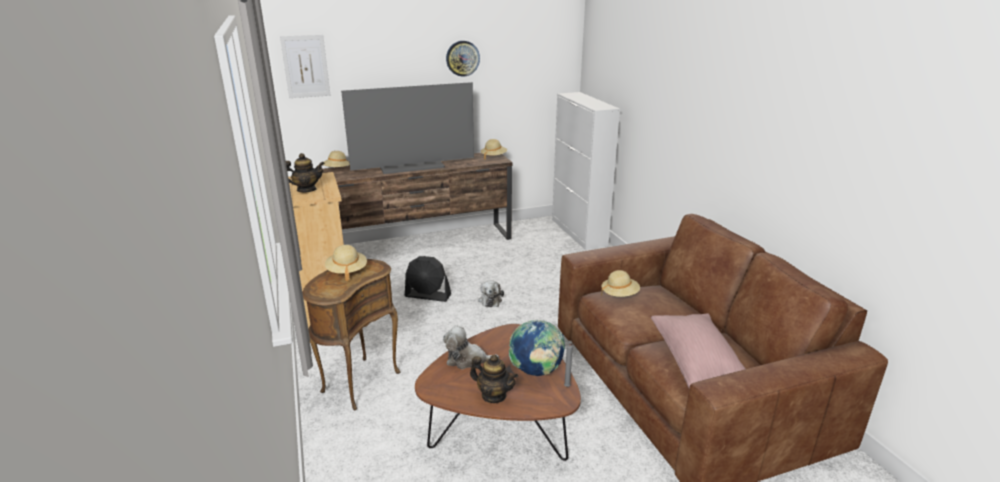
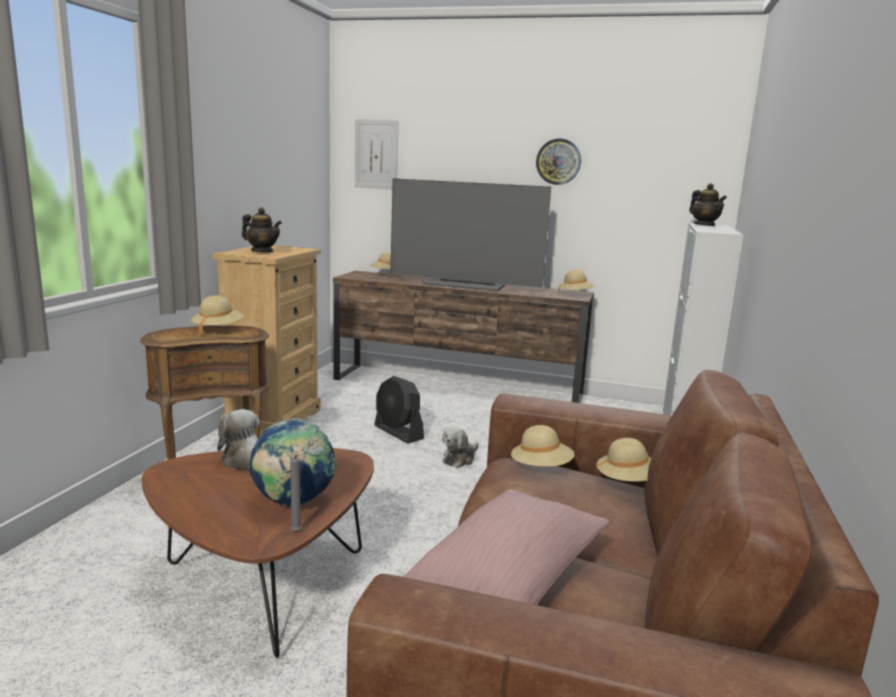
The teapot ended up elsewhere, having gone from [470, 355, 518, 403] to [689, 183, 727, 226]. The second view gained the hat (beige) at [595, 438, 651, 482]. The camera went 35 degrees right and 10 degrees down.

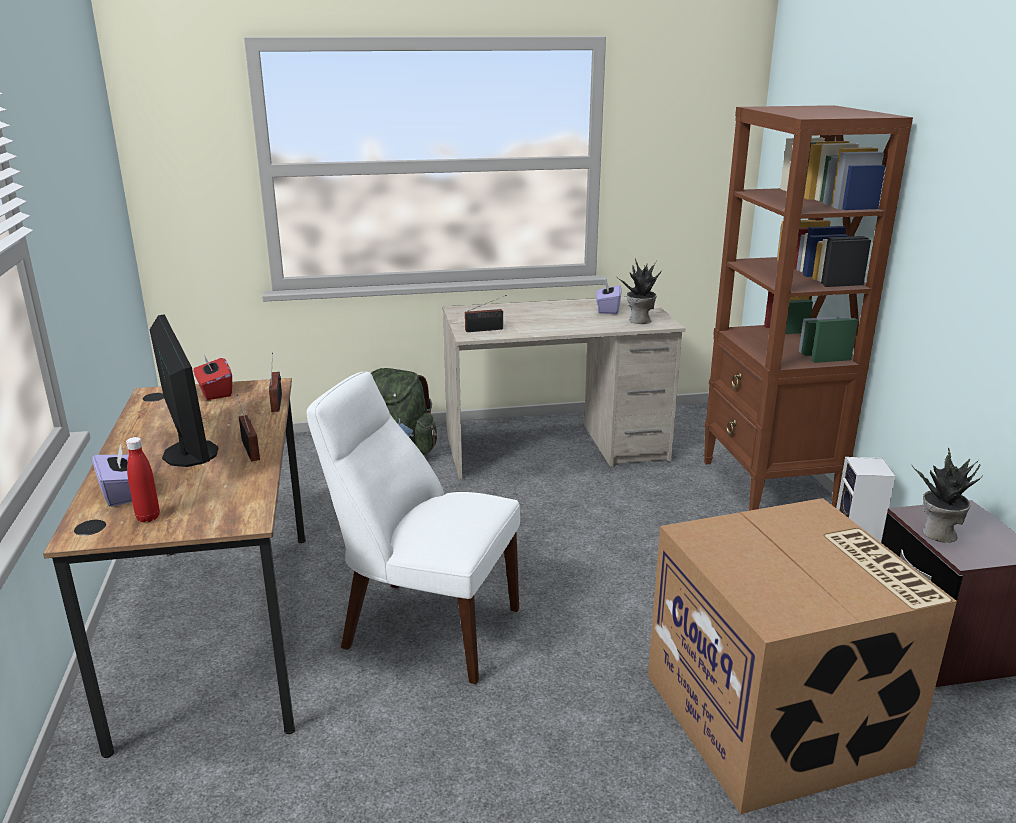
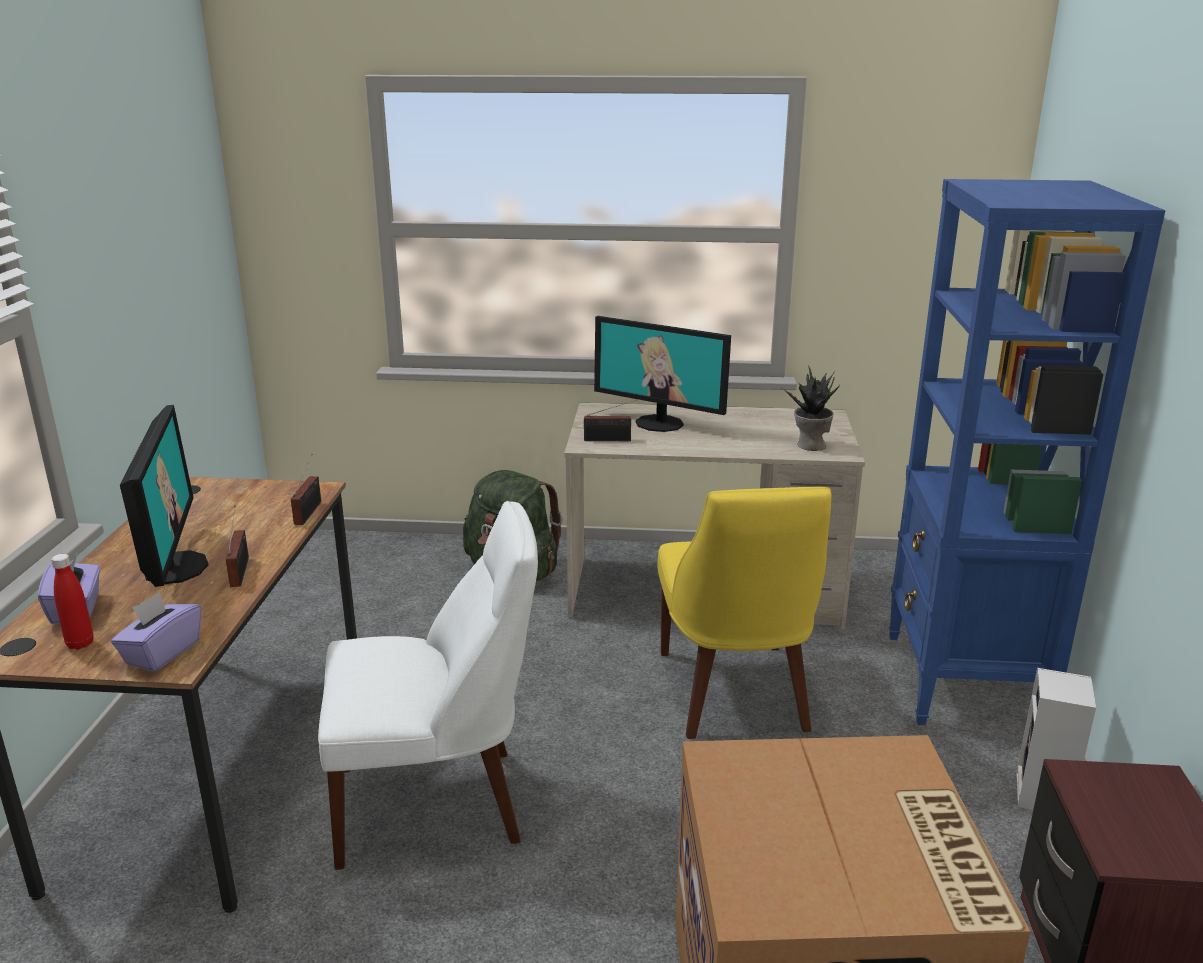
The second view lost the tissue box (red) at [193, 355, 232, 400]. The chair (white) at [307, 371, 520, 684] ended up facing another way, 135 degrees clockwise from before. The tissue box (purple) ended up elsewhere, having gone from [596, 279, 622, 314] to [111, 592, 201, 672]. What was the bookcase (brown) at [703, 105, 913, 511] turned into the bookcase (blue) at [889, 179, 1166, 725]. The second view lost the potted plant at [911, 448, 981, 543]. The second view gained the monitor at [594, 316, 731, 432]. The second view gained the chair (yellow) at [657, 487, 831, 739]. The camera went 15 degrees right and 0 degrees up.

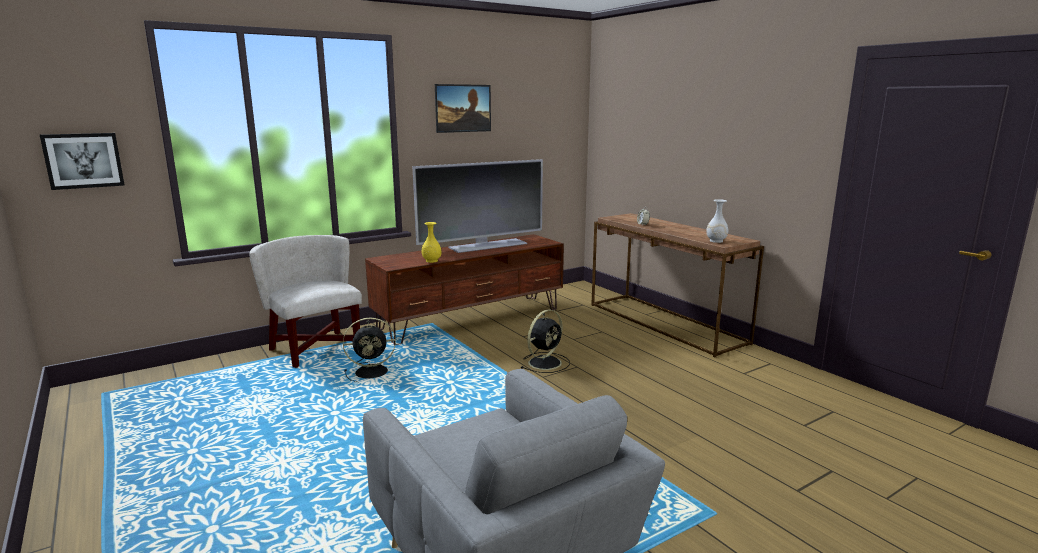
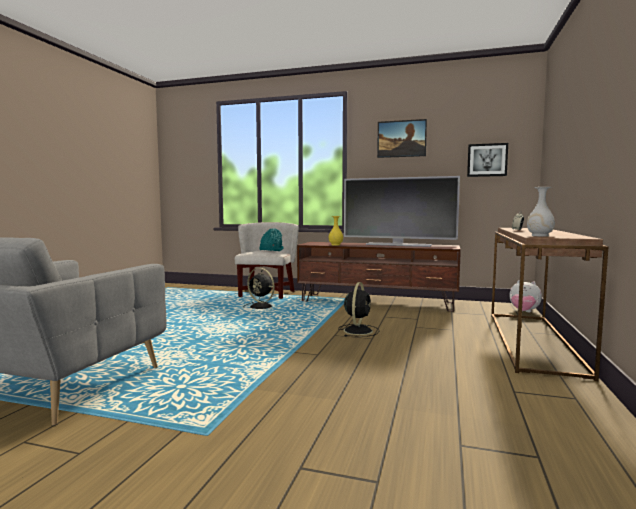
The picture ended up elsewhere, having gone from [40, 133, 125, 190] to [467, 143, 508, 177]. The fan (black) at [521, 309, 570, 373] ended up facing another way, 75 degrees counterclockwise from before. The second view gained the hat (turquoise) at [259, 228, 283, 251]. The second view gained the plush toy at [510, 280, 542, 312]. The camera went 50 degrees right and 10 degrees down.

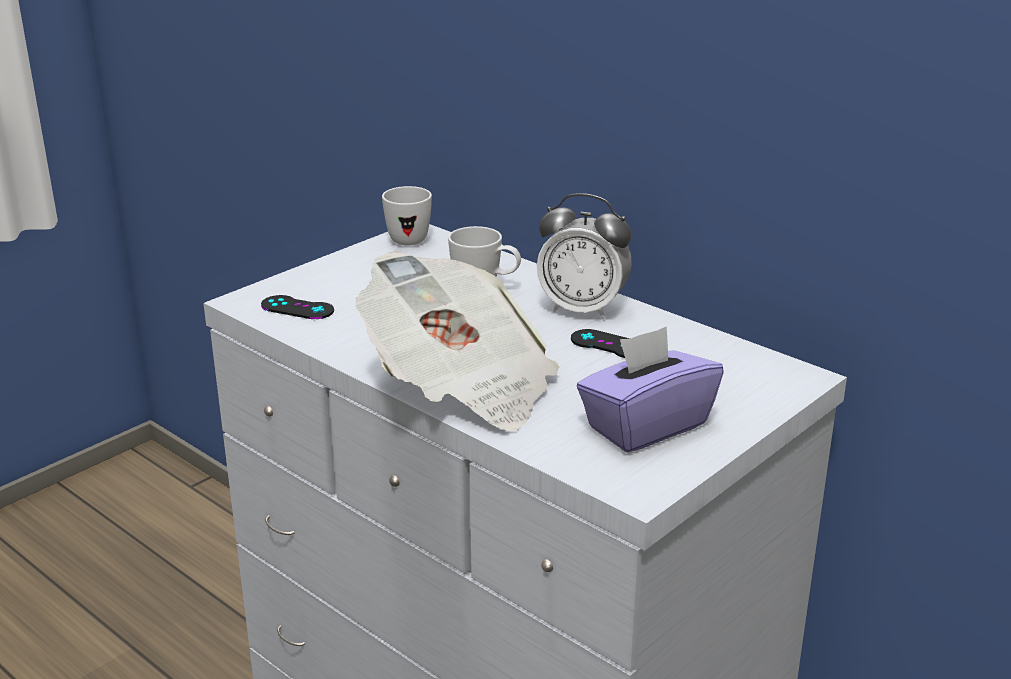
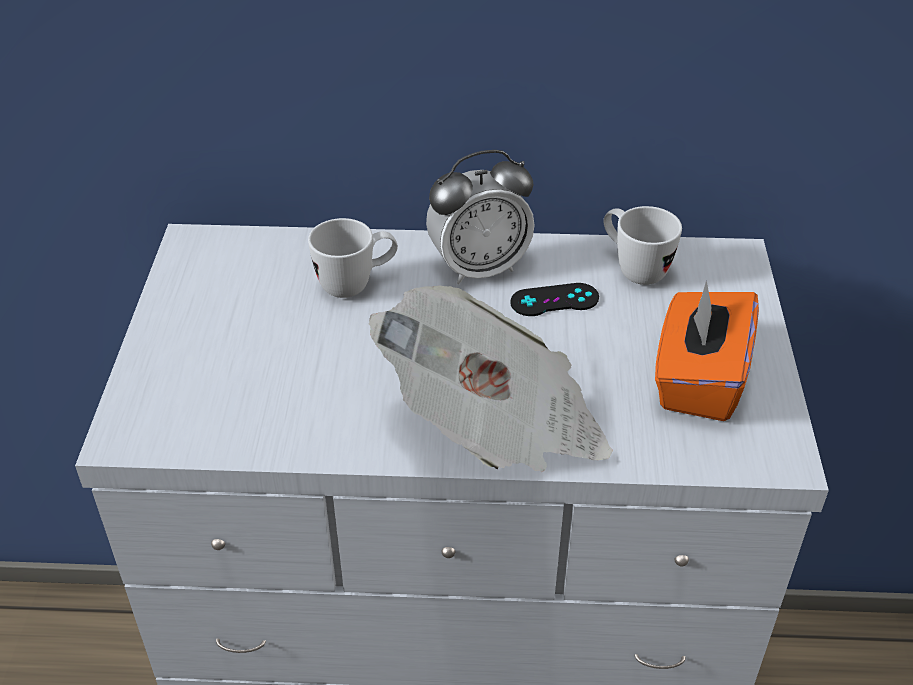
The second view lost the game controller (black) at [261, 295, 334, 319]. The mug (white) ended up elsewhere, having gone from [382, 186, 432, 245] to [604, 206, 682, 285]. What was the tissue box (purple) at [577, 326, 724, 453] turned into the tissue box (orange) at [655, 280, 759, 421]. The camera went 40 degrees left and 15 degrees up.

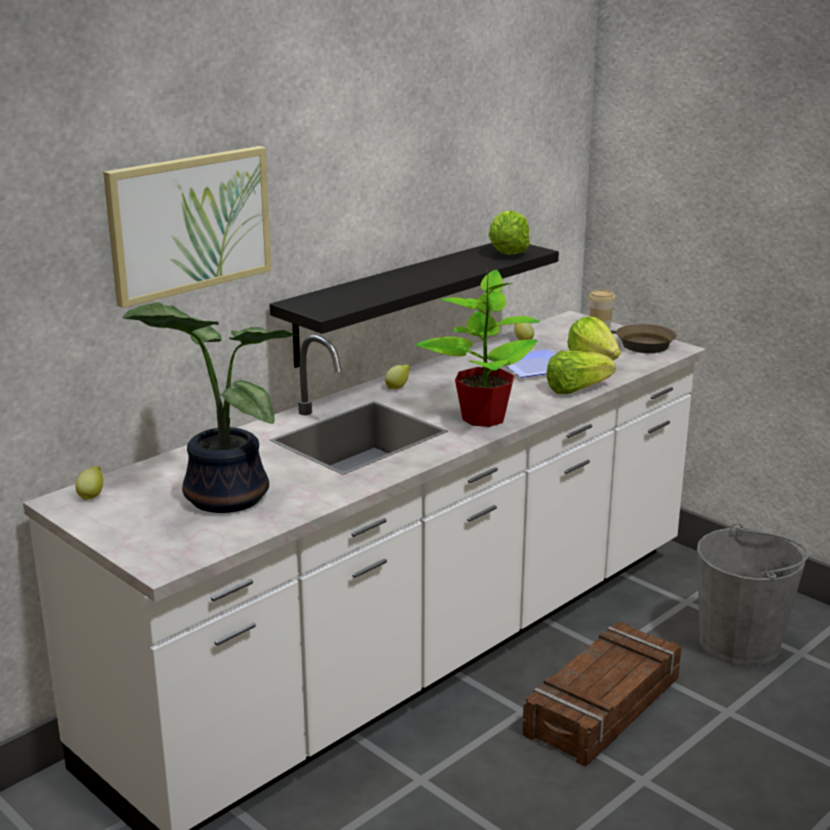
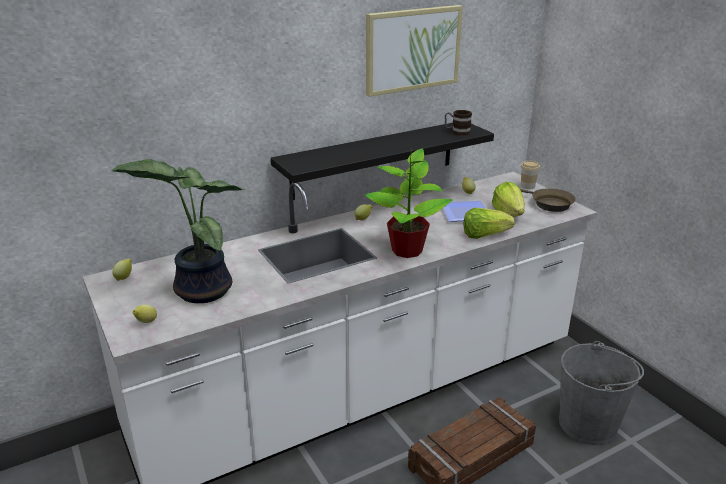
The picture ended up elsewhere, having gone from [103, 146, 271, 308] to [366, 5, 463, 97]. Where the lettuce stood at [488, 211, 530, 255], the mug came to stand at [445, 110, 472, 136]. The second view gained the lemon at [132, 304, 157, 323]. The camera went 15 degrees right and 5 degrees up.

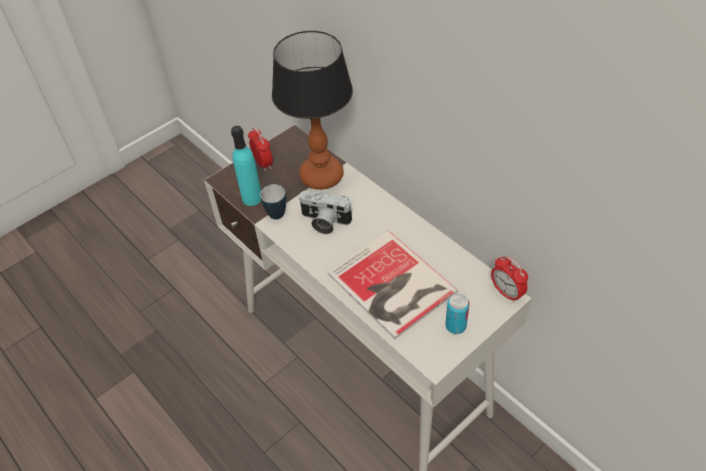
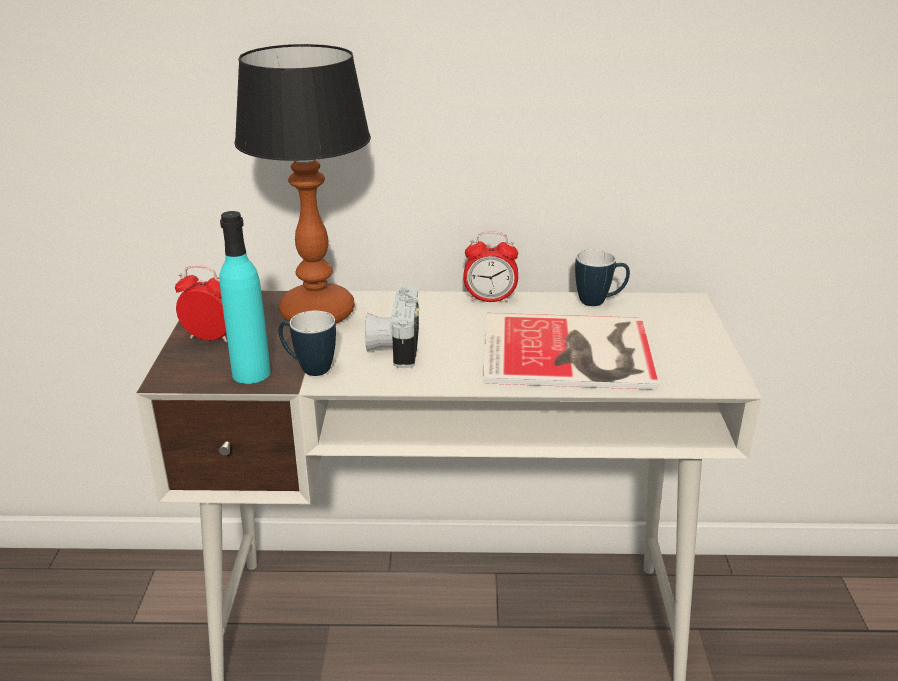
The photo camera at [299, 191, 353, 234] ended up facing another way, 120 degrees clockwise from before. The second view lost the can at [445, 294, 469, 334]. The alarm clock ended up elsewhere, having gone from [491, 256, 528, 303] to [463, 231, 518, 303]. The second view gained the mug at [575, 249, 630, 306]. The camera went 50 degrees left and 20 degrees down.

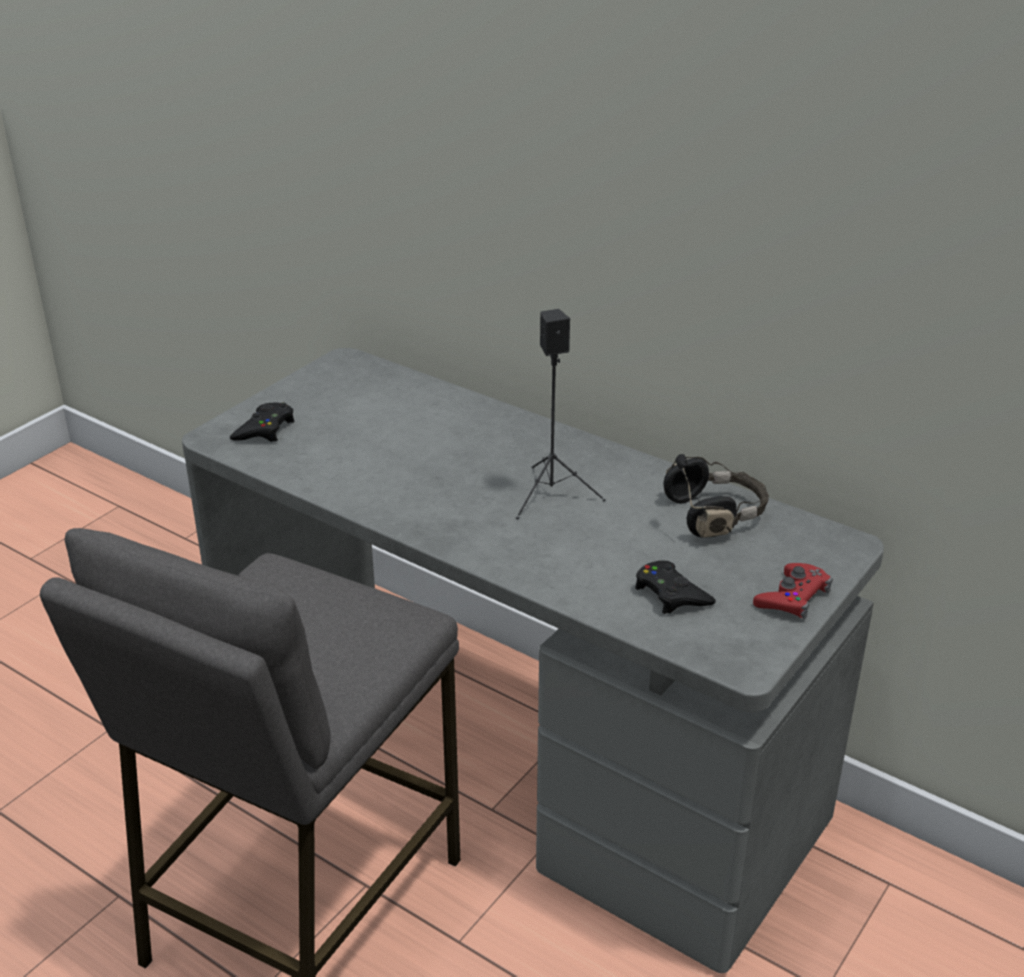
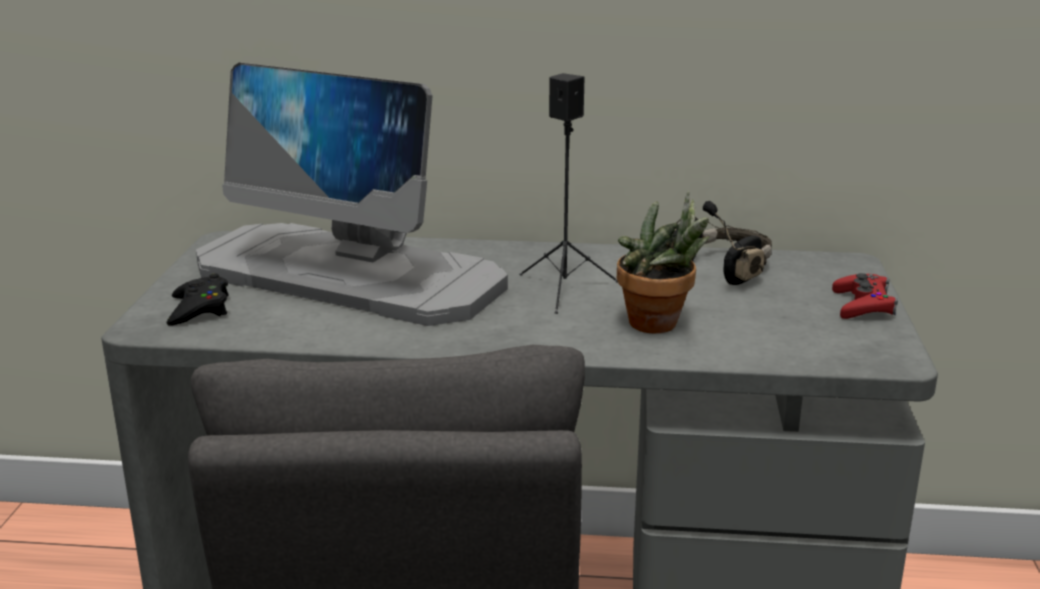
The second view lost the game controller (black) at [635, 560, 716, 614]. The second view gained the monitor at [196, 63, 508, 326]. The second view gained the potted plant at [617, 191, 709, 333]. The camera went 30 degrees left and 10 degrees down.

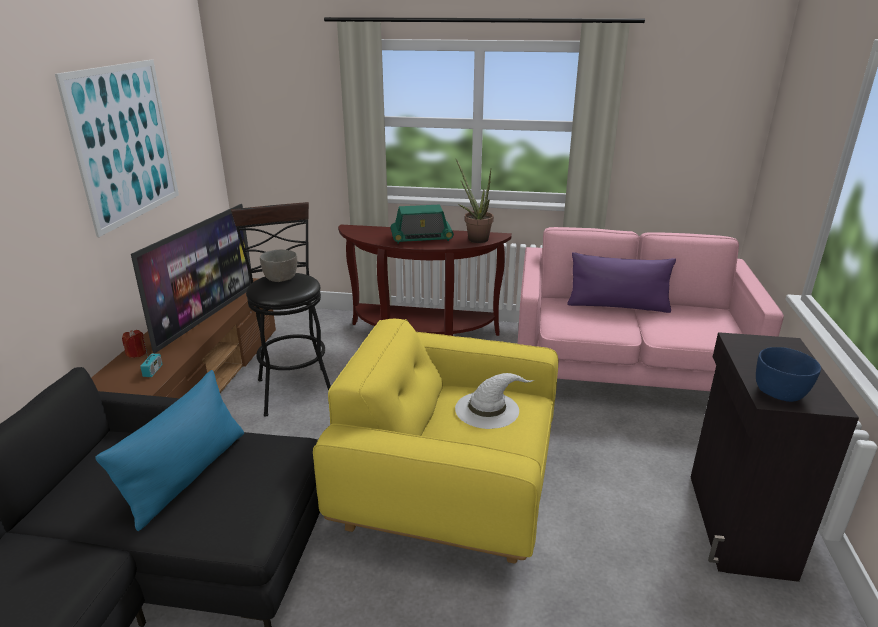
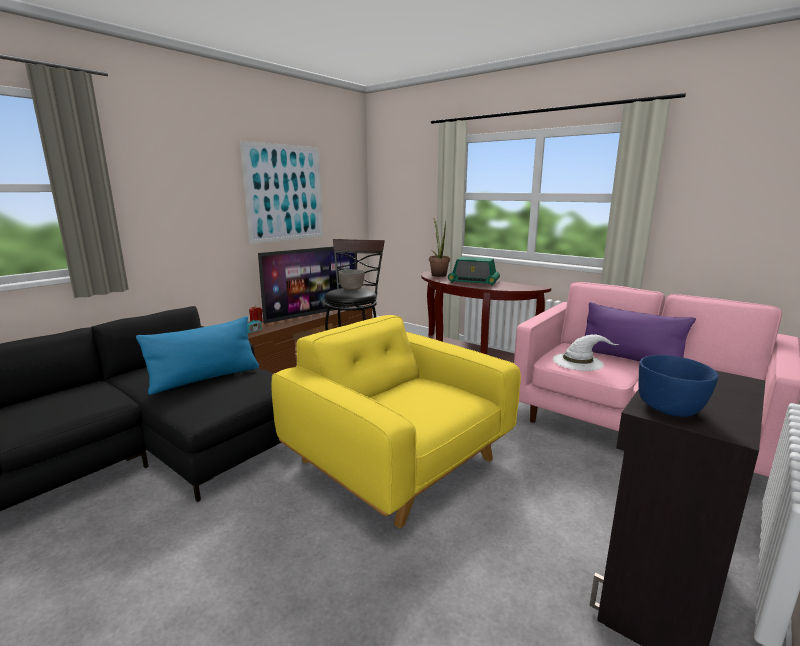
The hat (white) ended up elsewhere, having gone from [455, 373, 534, 429] to [553, 335, 619, 371]. The potted plant ended up elsewhere, having gone from [456, 159, 494, 243] to [429, 219, 450, 277]. The camera went 30 degrees right and 10 degrees down.

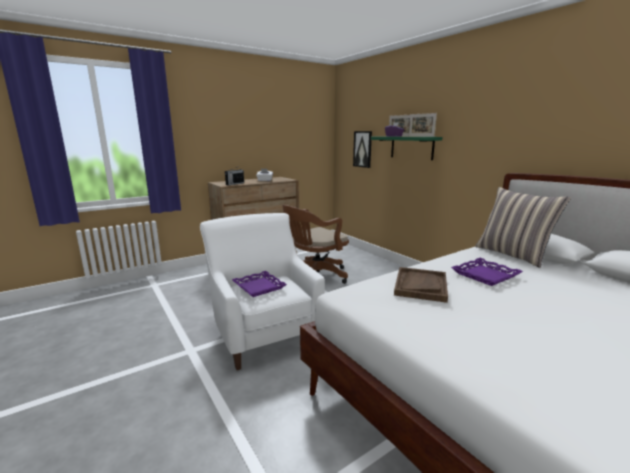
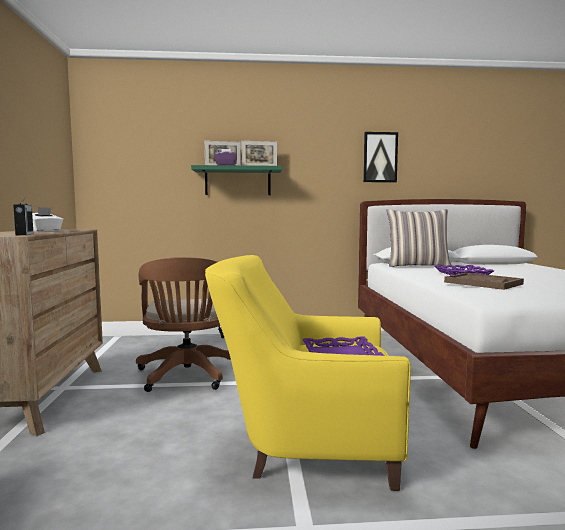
What was the armchair (white) at [200, 213, 325, 370] turned into the armchair (yellow) at [205, 255, 411, 491]. The picture ended up elsewhere, having gone from [353, 131, 372, 168] to [363, 132, 398, 182]. The camera went 60 degrees left and 10 degrees down.

